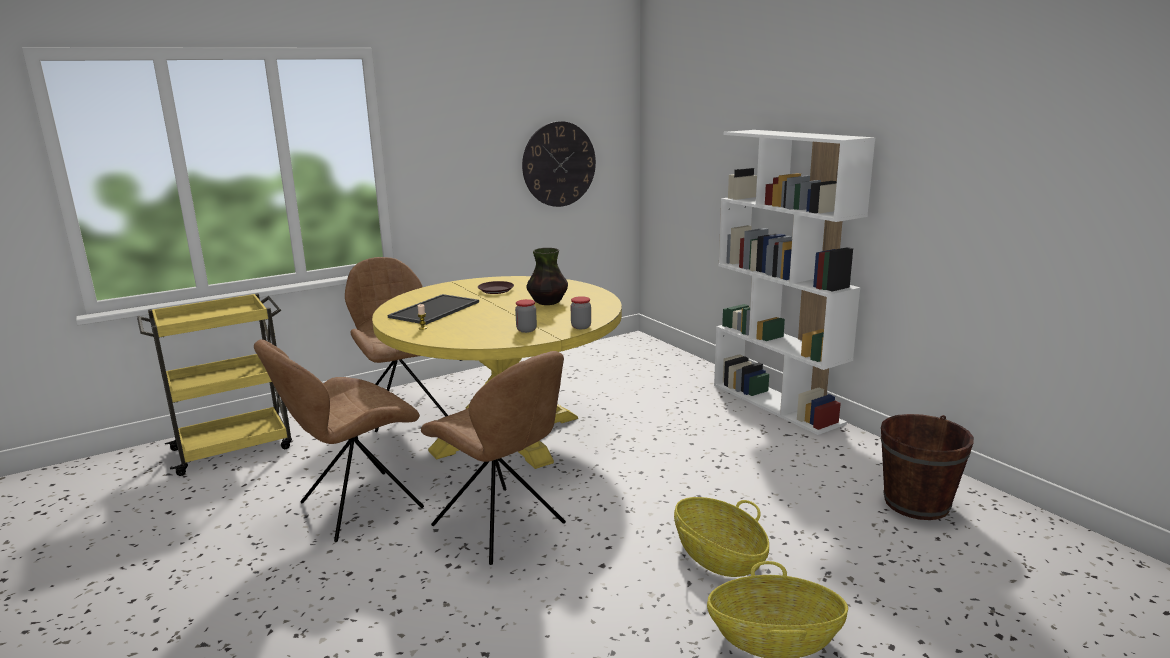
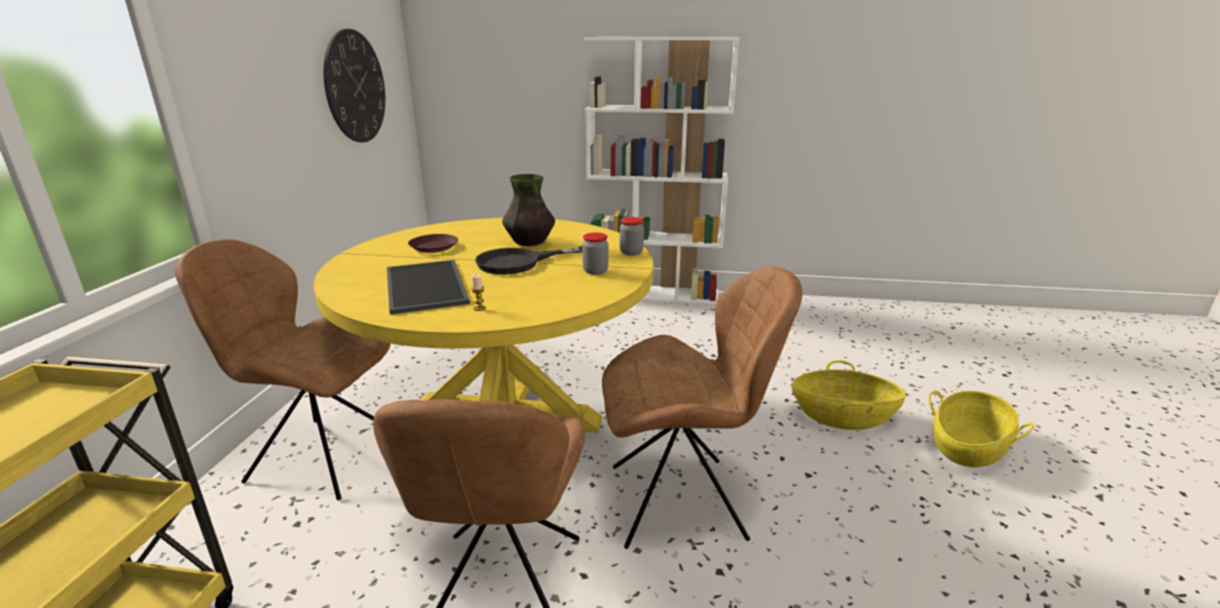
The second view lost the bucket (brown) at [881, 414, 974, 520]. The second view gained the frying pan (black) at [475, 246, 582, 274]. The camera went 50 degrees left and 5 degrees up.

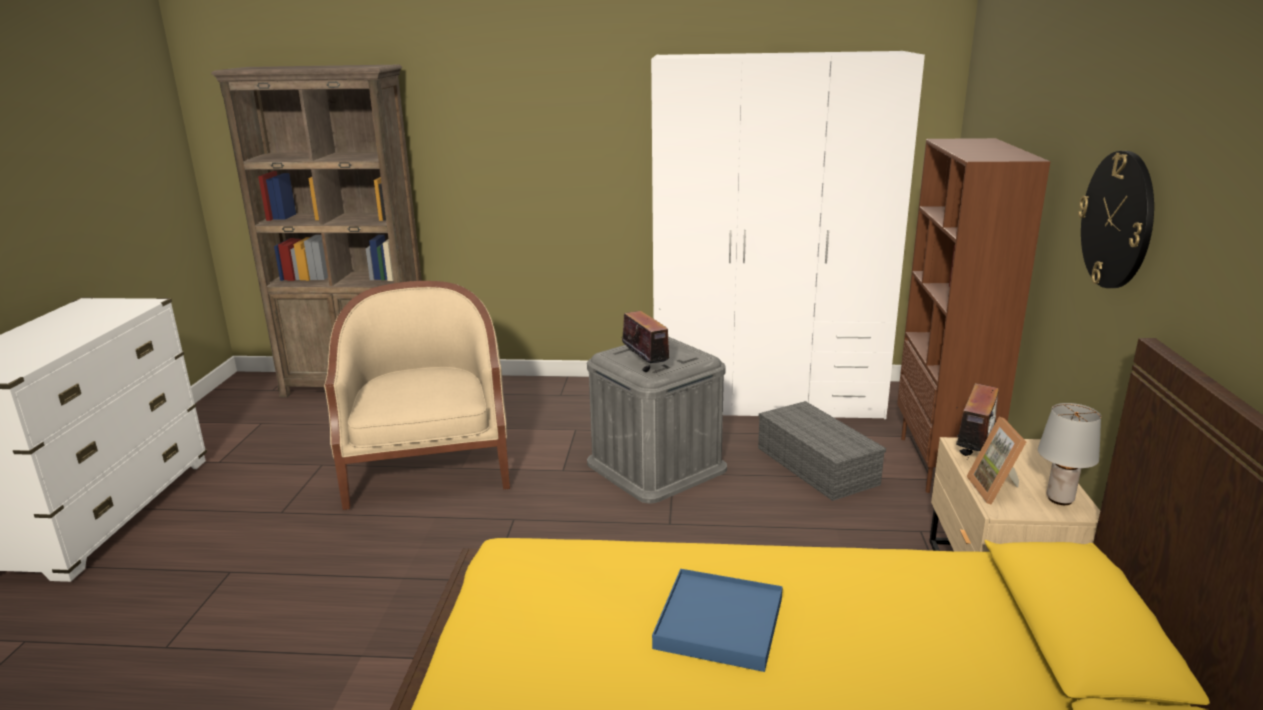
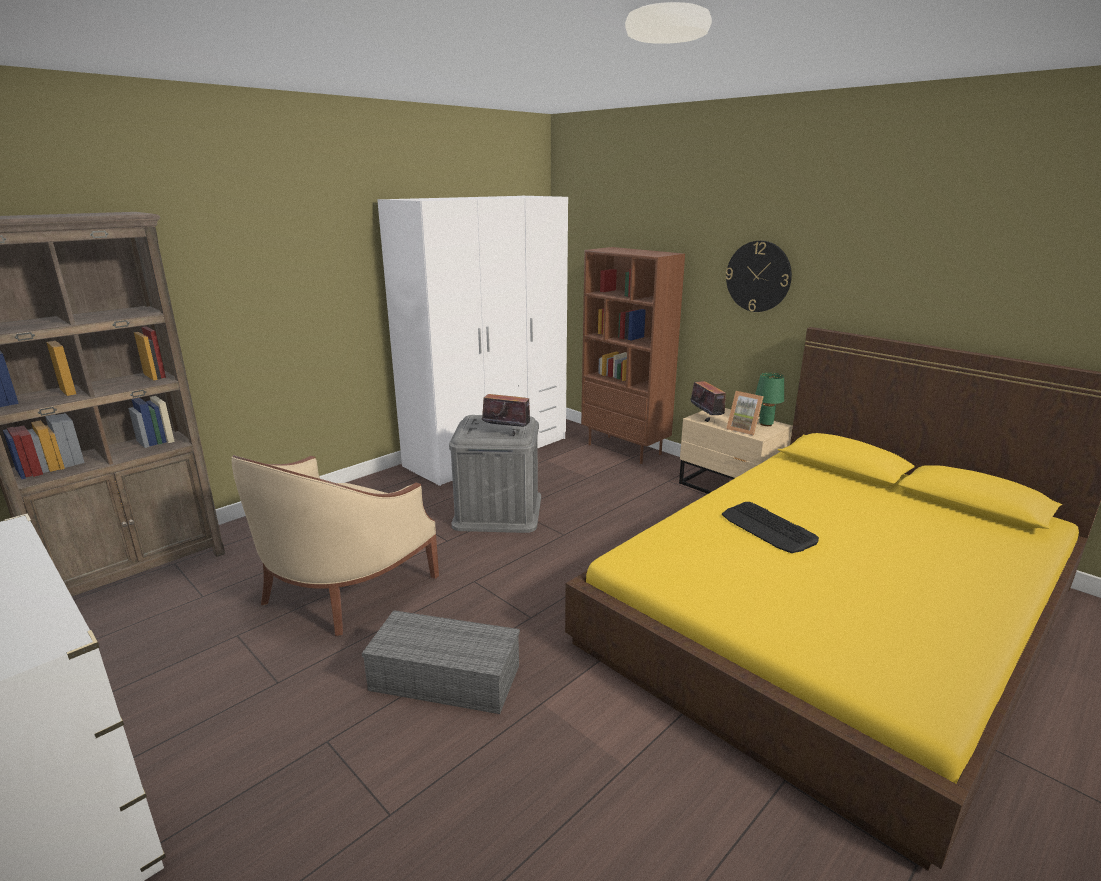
The armchair (beige) at [324, 281, 510, 510] ended up facing another way, 90 degrees counterclockwise from before. Where the tray (blue) stood at [652, 569, 782, 672], the keyboard came to stand at [722, 502, 819, 553]. The storage box (grey) ended up elsewhere, having gone from [758, 401, 886, 501] to [362, 610, 520, 714]. What was the table lamp (grey) at [1038, 403, 1101, 505] turned into the table lamp (green) at [755, 373, 784, 426]. The camera went 50 degrees left and 0 degrees up.

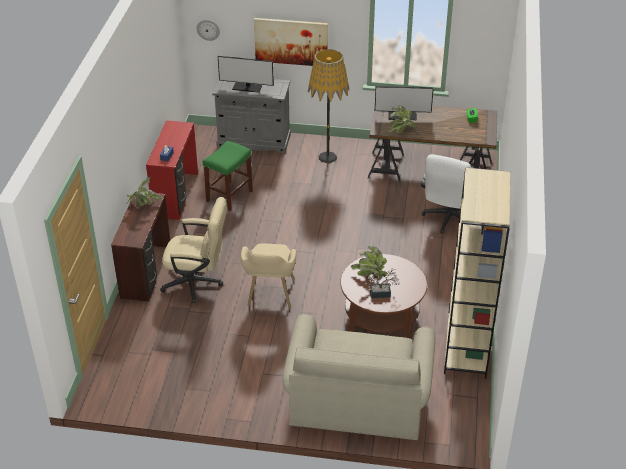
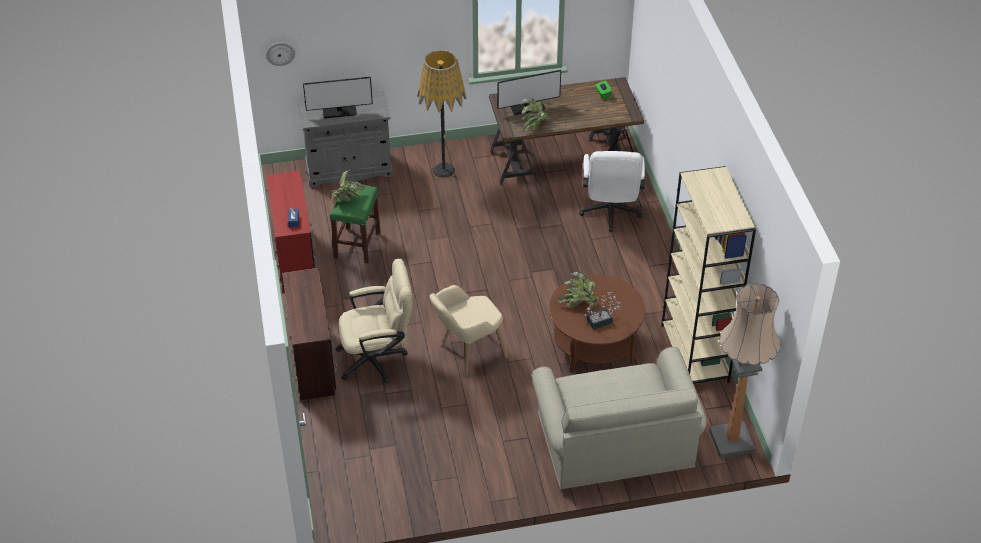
The potted plant ended up elsewhere, having gone from [126, 176, 162, 207] to [331, 167, 366, 203]. The armchair (beige) at [241, 243, 296, 308] ended up facing another way, 75 degrees clockwise from before. The second view lost the picture at [254, 18, 328, 66]. The second view gained the floor lamp at [709, 283, 781, 458]. The camera went 20 degrees left and 5 degrees up.

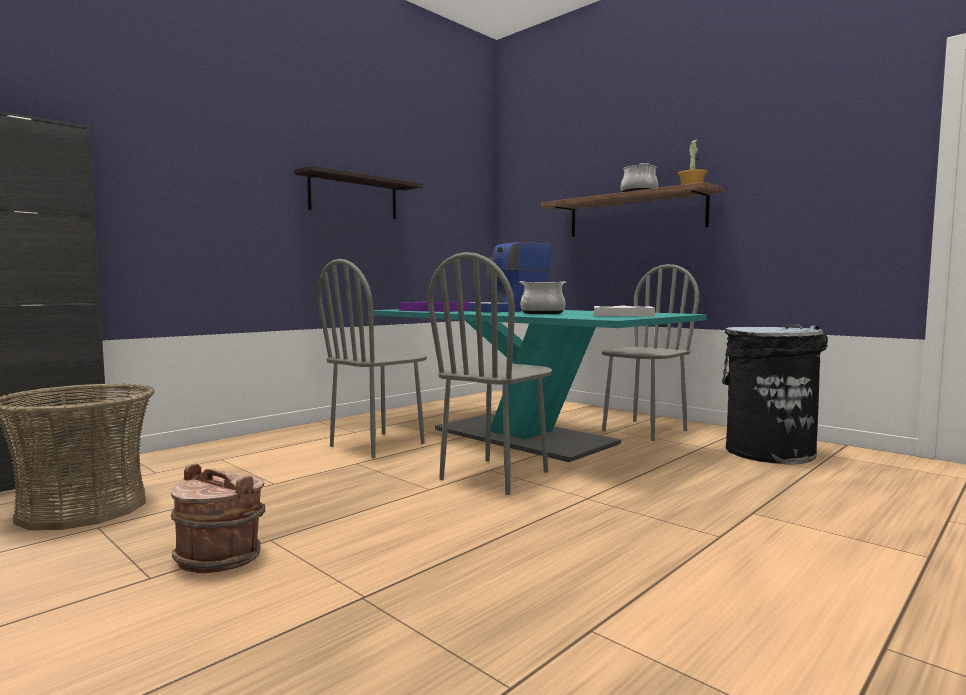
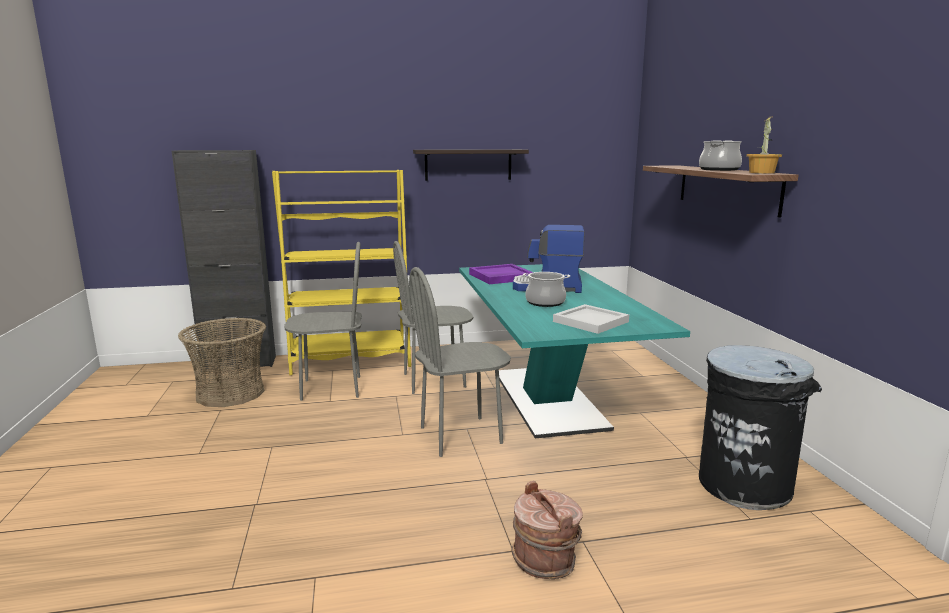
The bucket (brown) ended up elsewhere, having gone from [171, 464, 266, 573] to [512, 481, 583, 579]. The chair (grey) ended up elsewhere, having gone from [602, 264, 699, 441] to [284, 242, 362, 401]. The second view gained the bookcase (yellow) at [272, 170, 411, 375]. The camera went 35 degrees right and 10 degrees up.

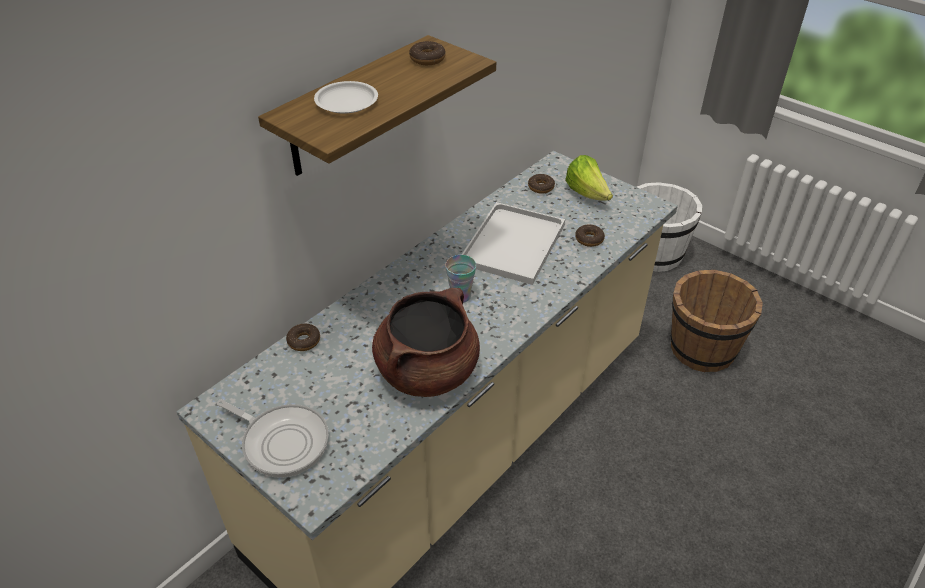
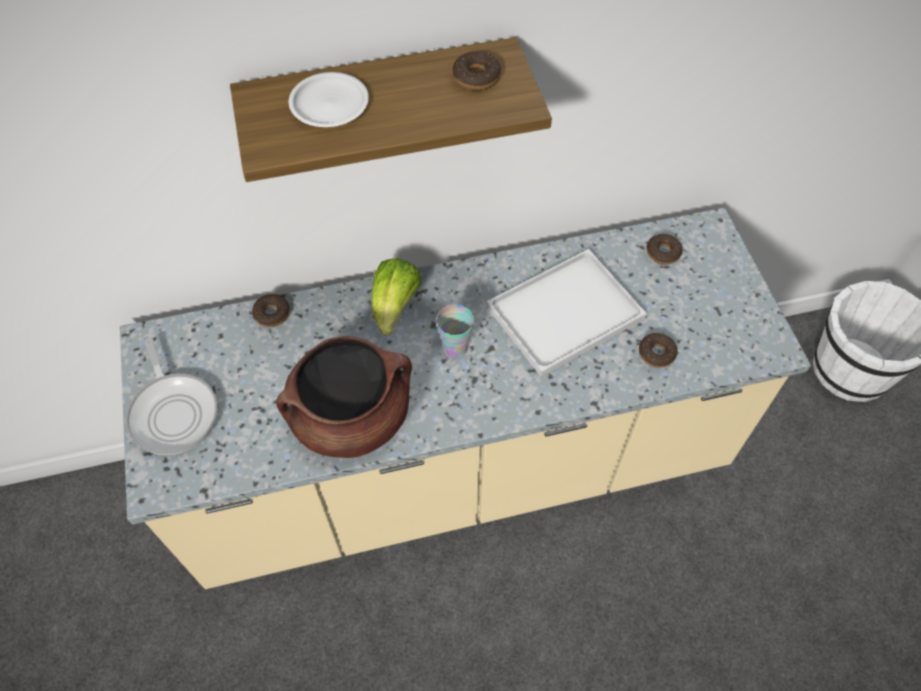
The lettuce ended up elsewhere, having gone from [565, 155, 613, 201] to [372, 258, 421, 336]. The second view lost the bucket (brown) at [671, 269, 763, 372]. The camera went 35 degrees right and 15 degrees up.

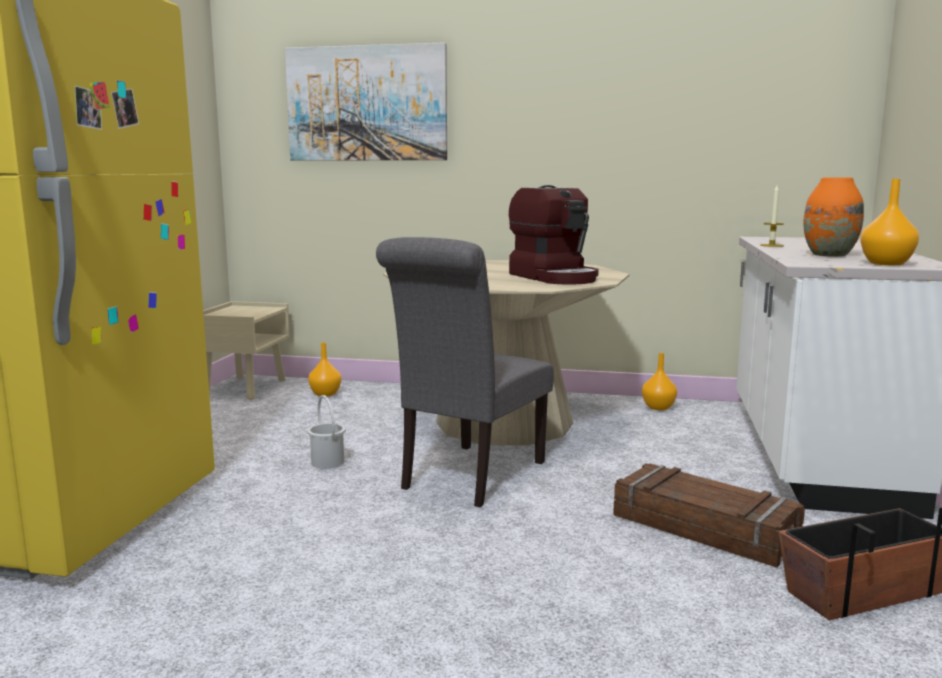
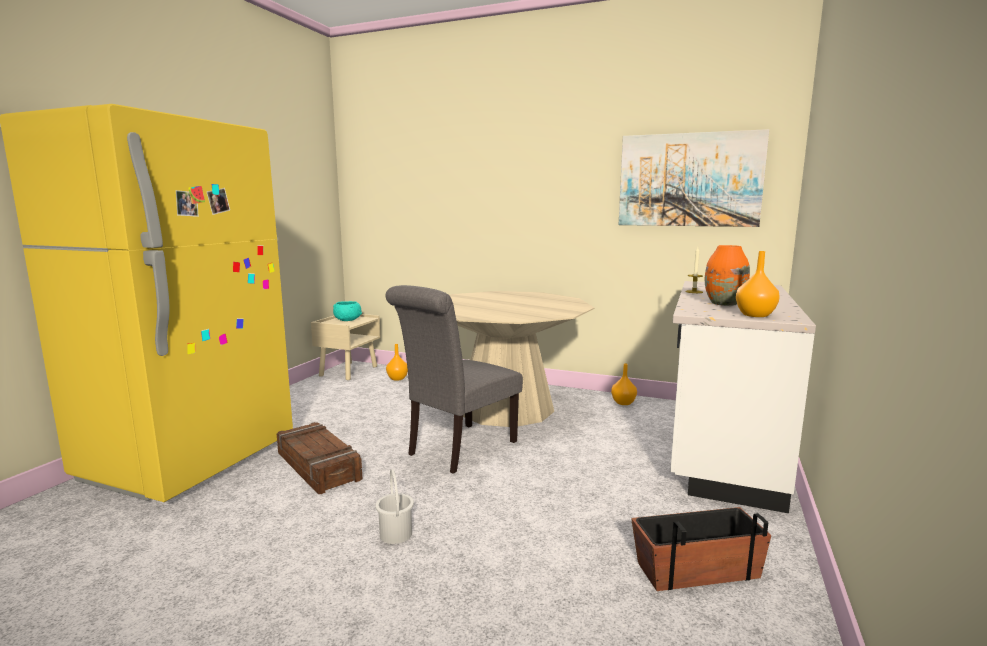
The picture ended up elsewhere, having gone from [285, 42, 447, 161] to [619, 129, 769, 227]. The bucket (white) ended up elsewhere, having gone from [307, 395, 346, 468] to [375, 469, 414, 544]. The second view lost the coffee machine at [509, 185, 599, 285]. The crate ended up elsewhere, having gone from [613, 463, 805, 568] to [277, 422, 363, 494]. The second view gained the bowl (turquoise) at [333, 301, 362, 321]. The camera went 10 degrees right and 0 degrees up.

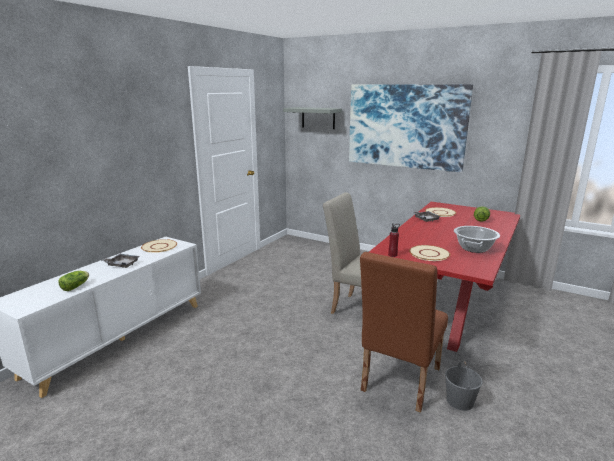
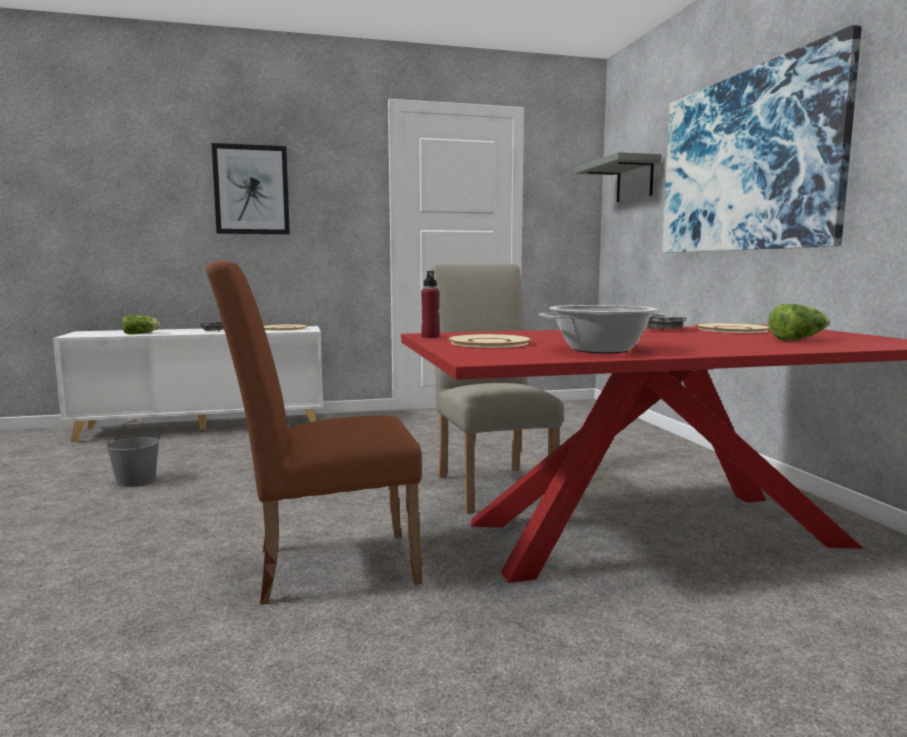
The bucket (grey) ended up elsewhere, having gone from [445, 361, 483, 411] to [106, 420, 160, 487]. The second view gained the picture at [212, 143, 290, 234]. The camera went 45 degrees right and 10 degrees down.

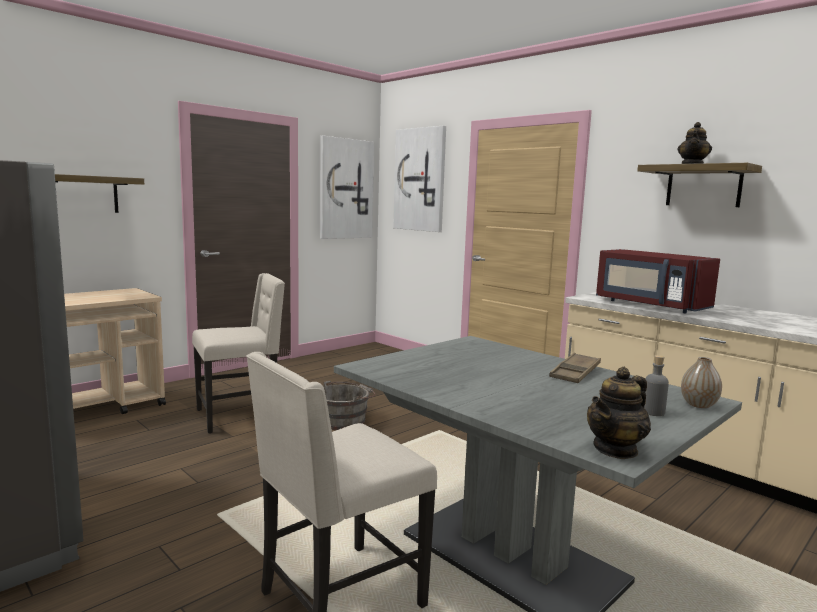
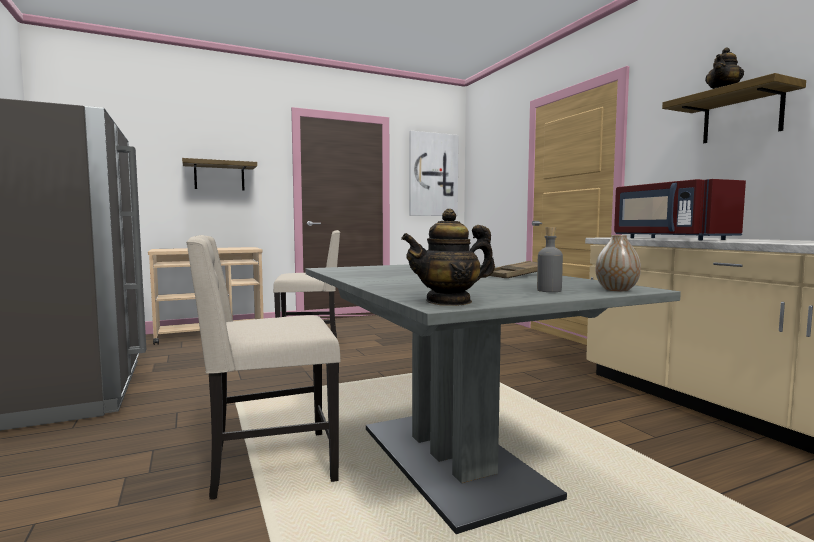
The second view lost the bucket (grey) at [324, 381, 375, 430]. The second view lost the picture at [393, 125, 446, 232]. The camera went 20 degrees right and 5 degrees down.

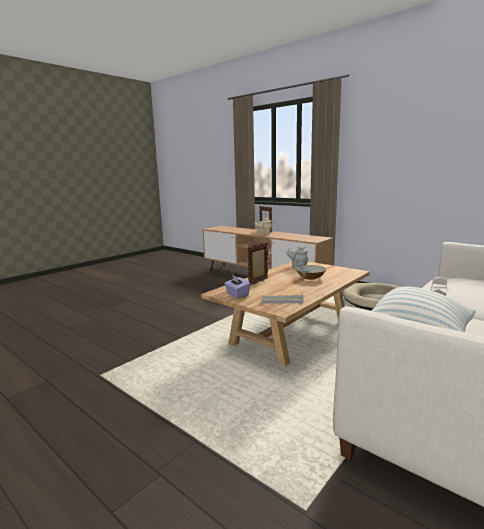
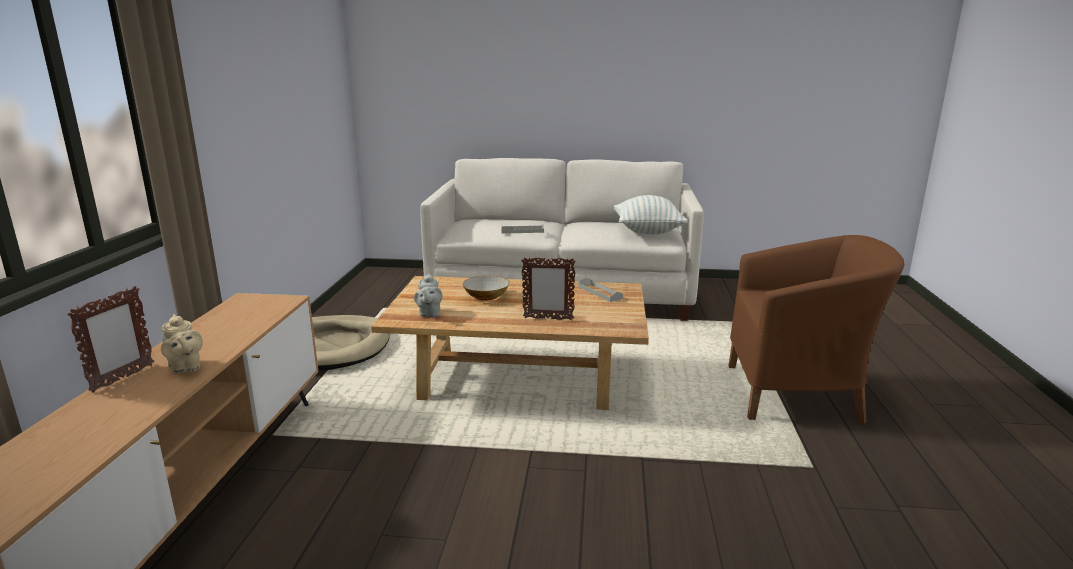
The second view lost the tissue box (purple) at [224, 275, 250, 298]. The second view gained the armchair (brown) at [728, 235, 905, 424]. The camera went 125 degrees left and 5 degrees up.

